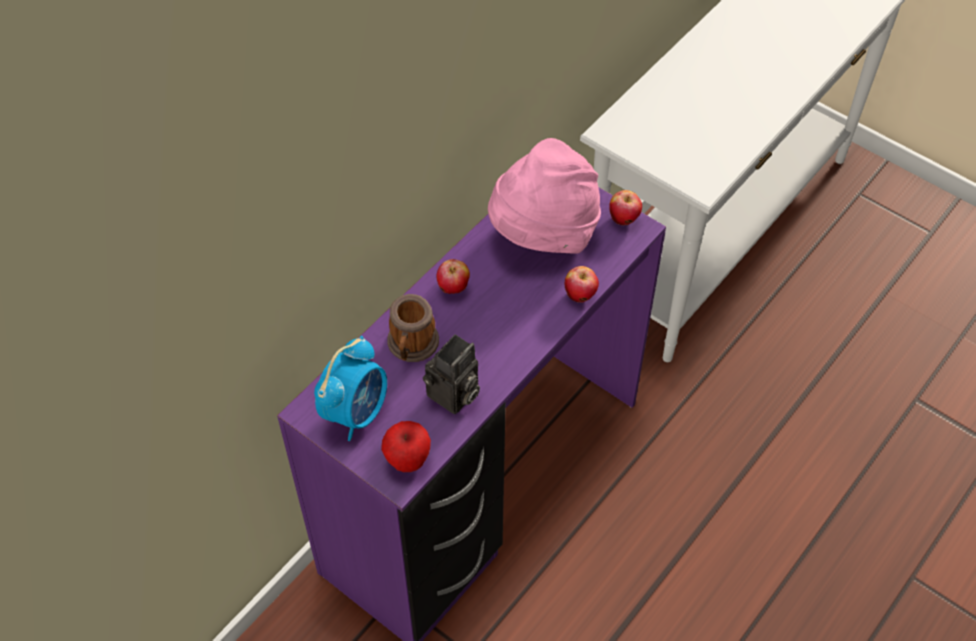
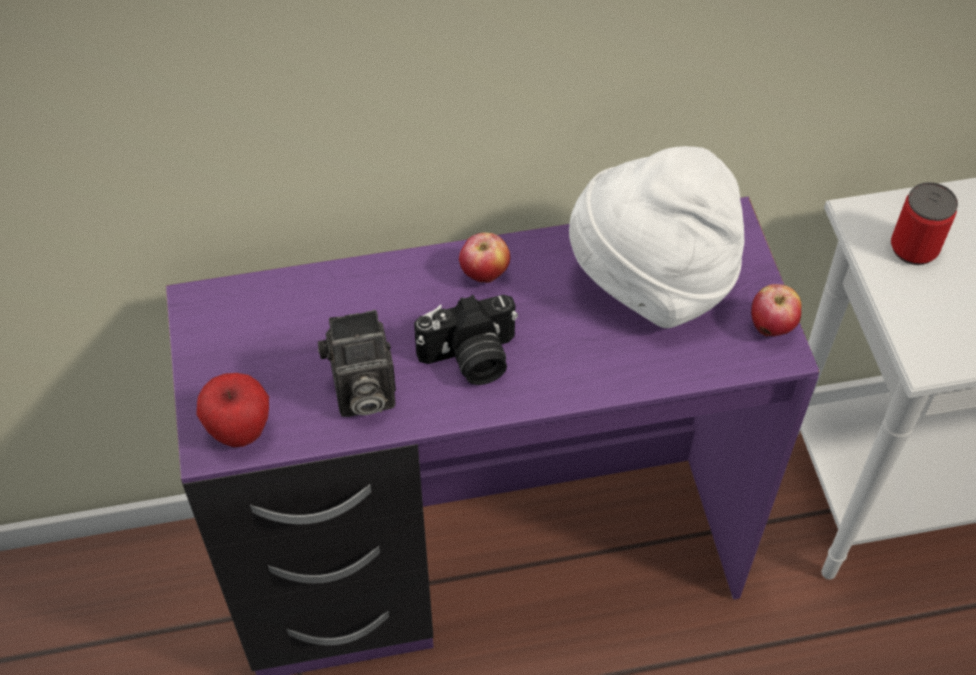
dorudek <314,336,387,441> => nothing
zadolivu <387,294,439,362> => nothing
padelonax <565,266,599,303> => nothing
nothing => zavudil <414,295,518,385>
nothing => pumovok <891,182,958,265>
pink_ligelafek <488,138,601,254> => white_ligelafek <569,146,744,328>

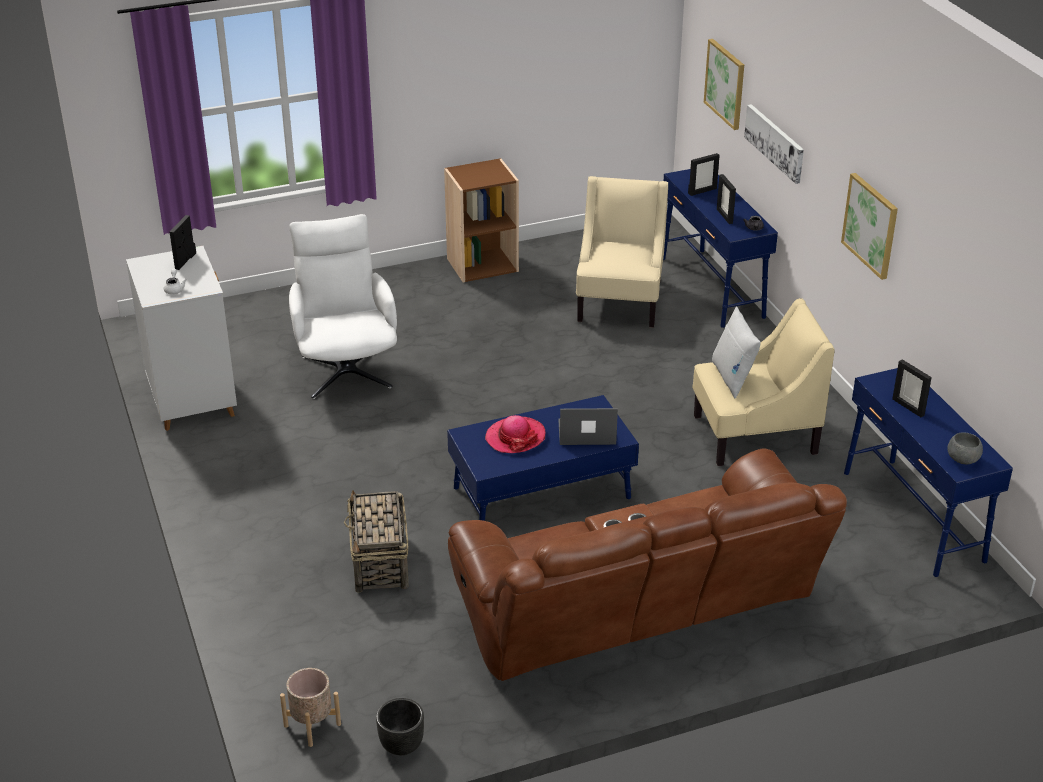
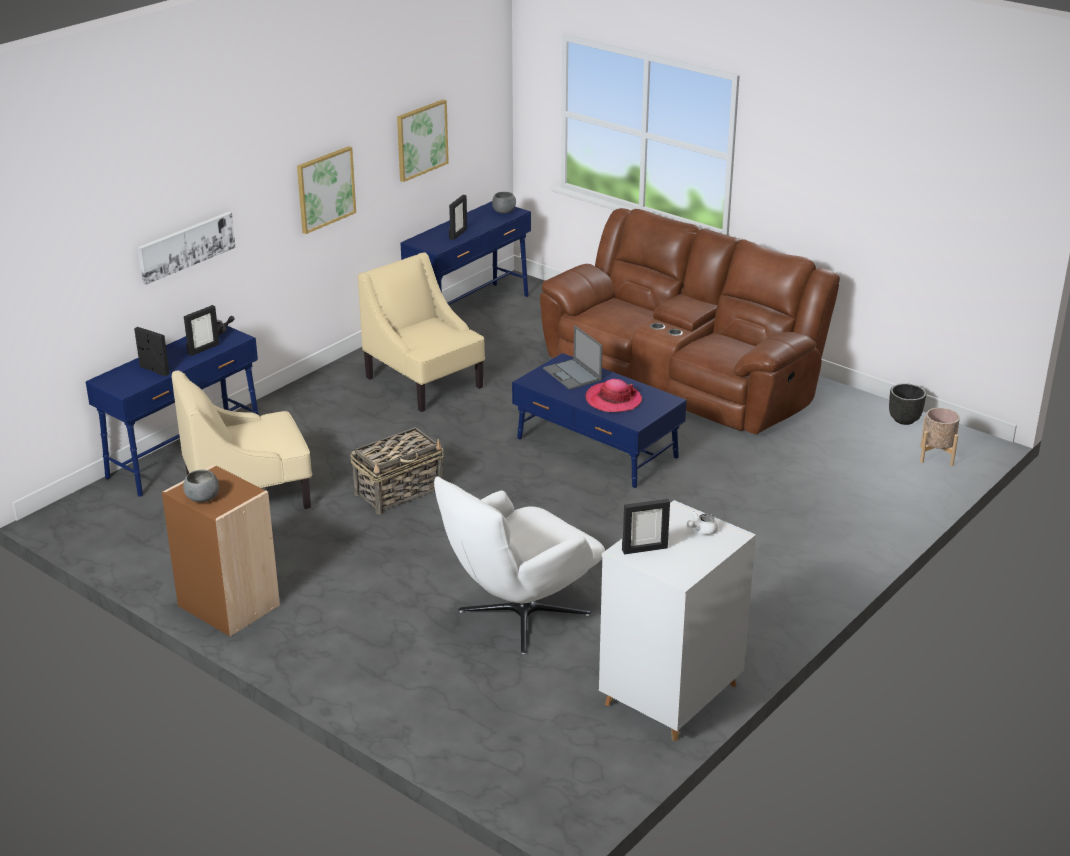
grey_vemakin <712,307,761,398> => nothing
nothing => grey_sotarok <183,470,219,502>
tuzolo <344,490,409,593> => tuzolo <350,427,444,514>, moved
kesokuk <704,39,744,130> => kesokuk <397,99,449,182>, moved

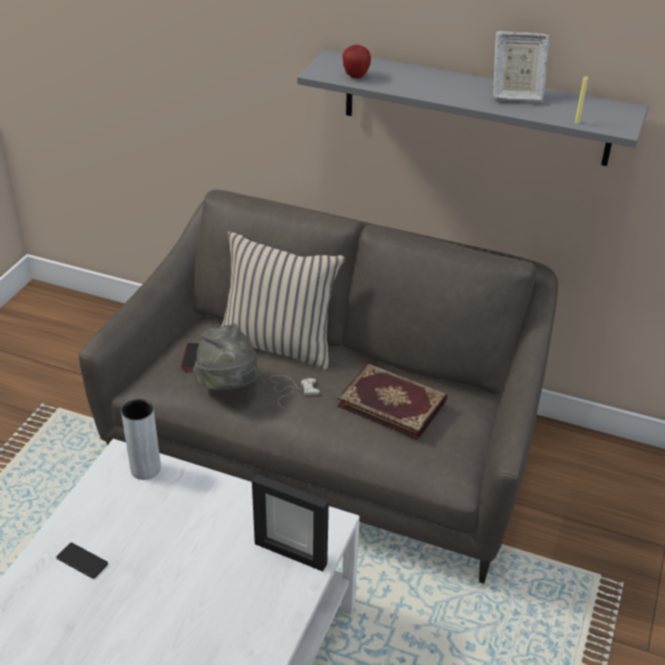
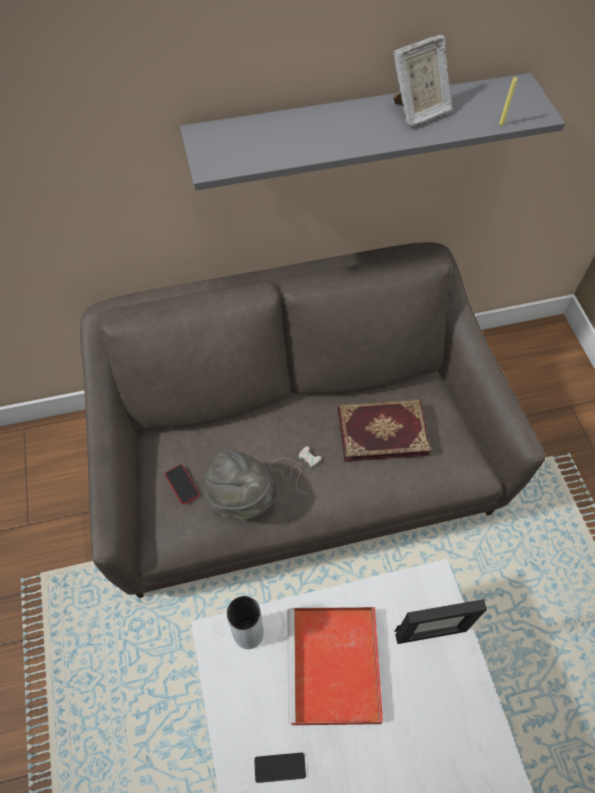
beige_vemakin <221,231,346,371> => nothing
padelonax <342,45,371,78> => nothing
nothing => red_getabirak <288,607,383,725>

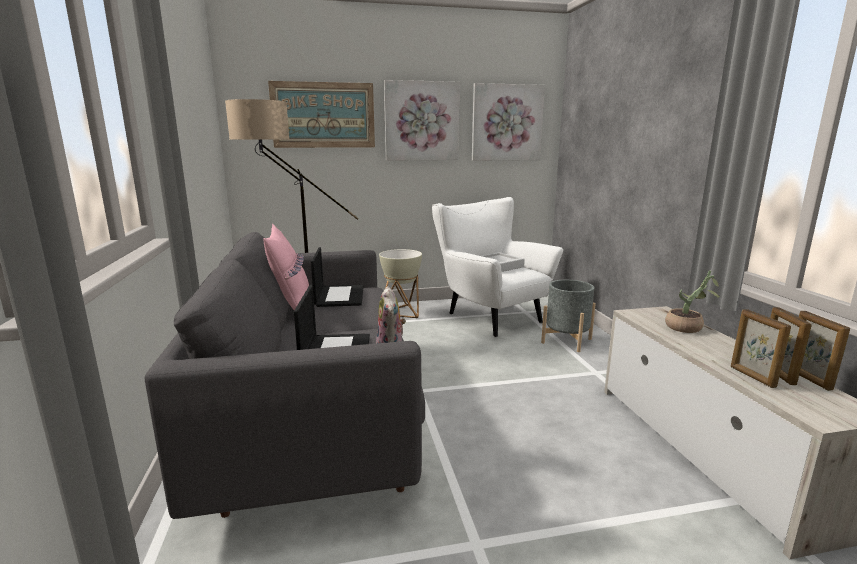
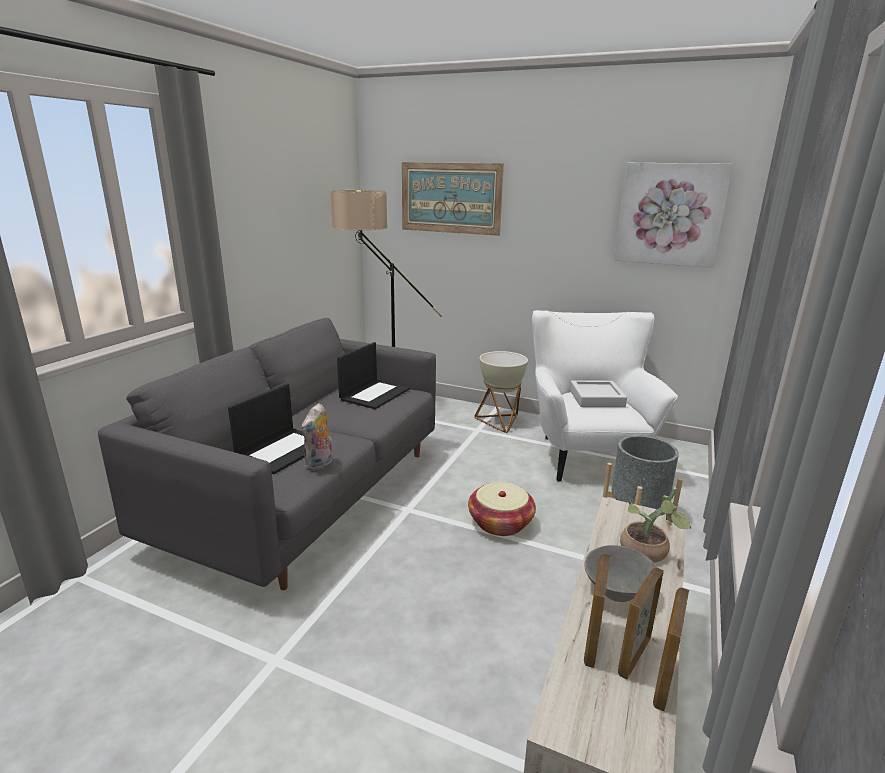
pink_vemakin <263,224,309,310> => nothing
kesokuk <384,80,460,161> => nothing
nothing => tuzolo <468,482,536,536>
nothing => grey_sotarok <584,545,656,602>

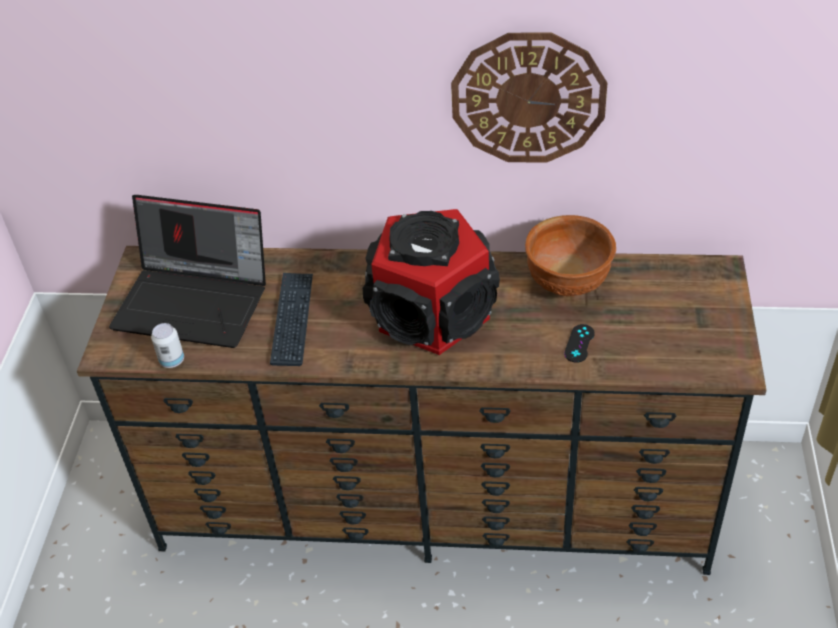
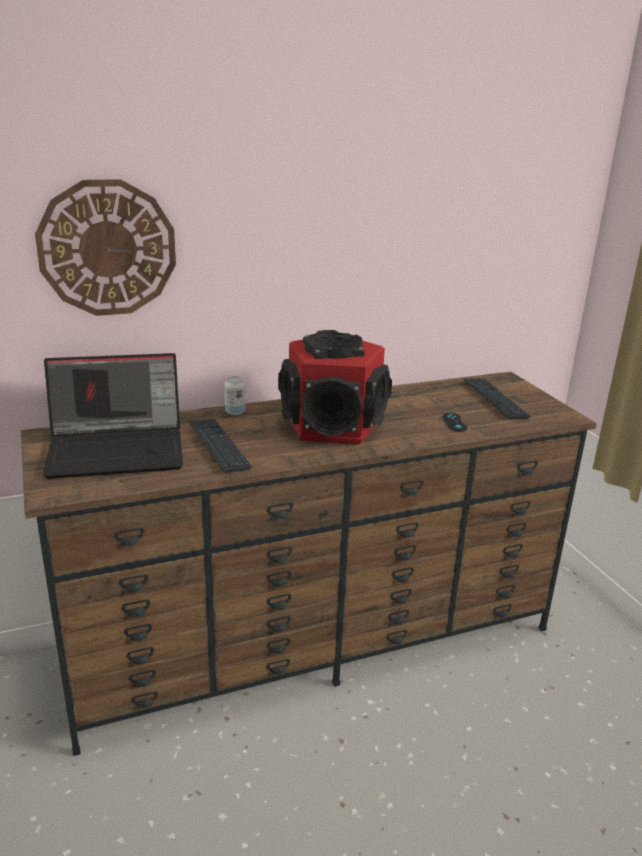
brown_sotarok <525,215,616,296> => nothing
nothing => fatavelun <464,378,530,419>
pumovok <151,323,184,368> => pumovok <225,376,246,415>, moved
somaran <451,33,607,163> => somaran <35,179,176,316>, moved

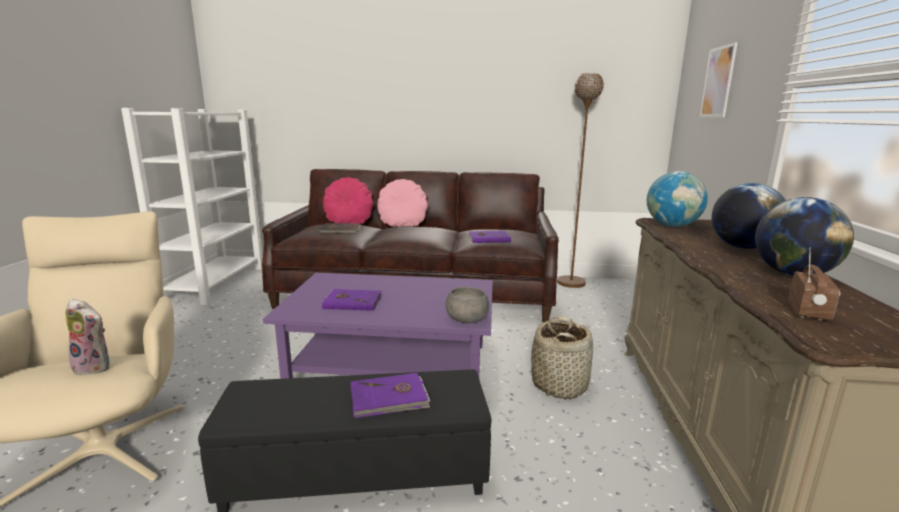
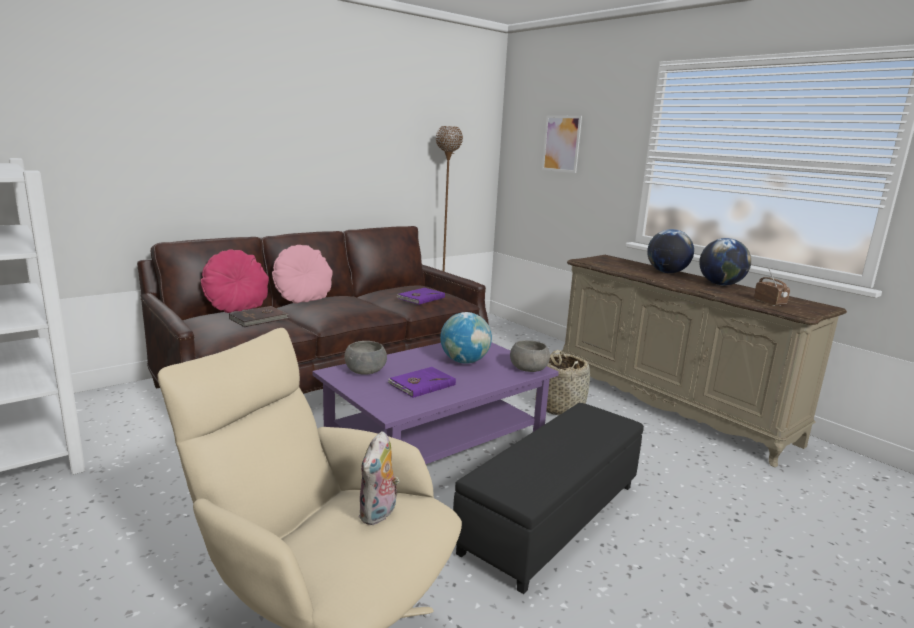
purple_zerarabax <351,373,430,419> => nothing
nothing => grey_sotarok <345,341,387,375>
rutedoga <647,171,708,227> => rutedoga <440,312,492,364>, moved
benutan <65,298,109,374> => benutan <359,431,400,525>, 135 degrees clockwise

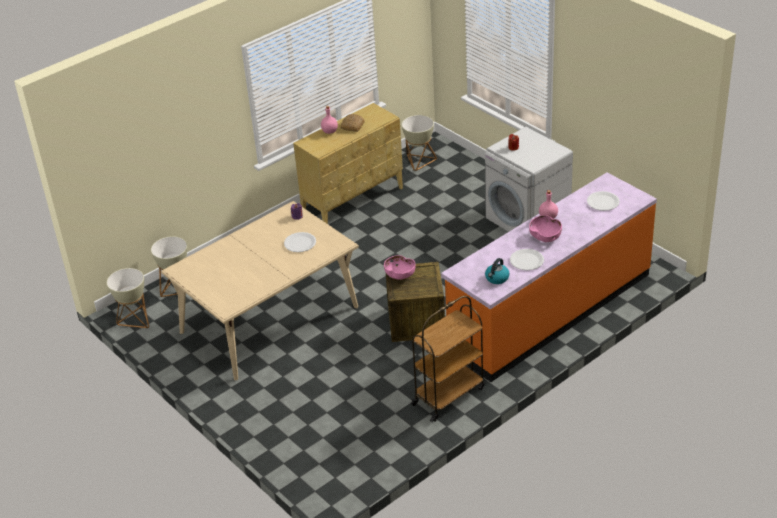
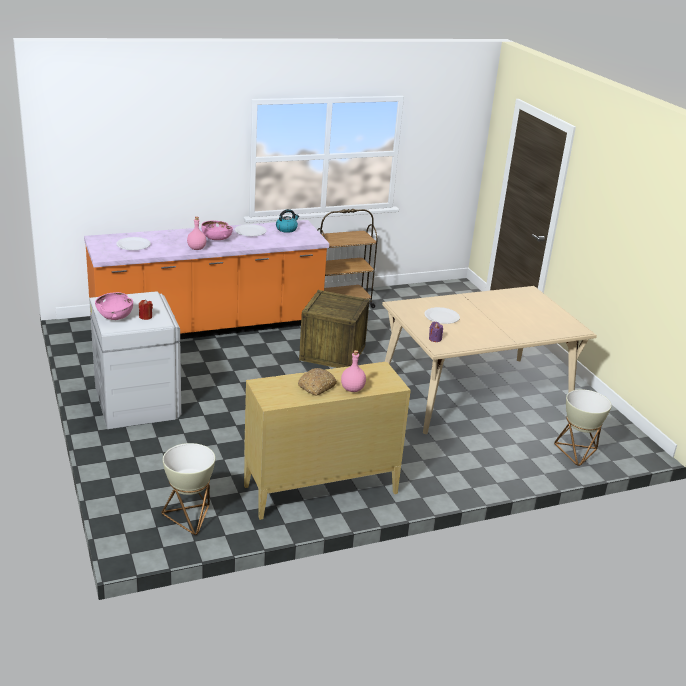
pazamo <107,268,149,328> => nothing
pink_sotarok <384,255,416,280> => pink_sotarok <95,292,133,320>, moved

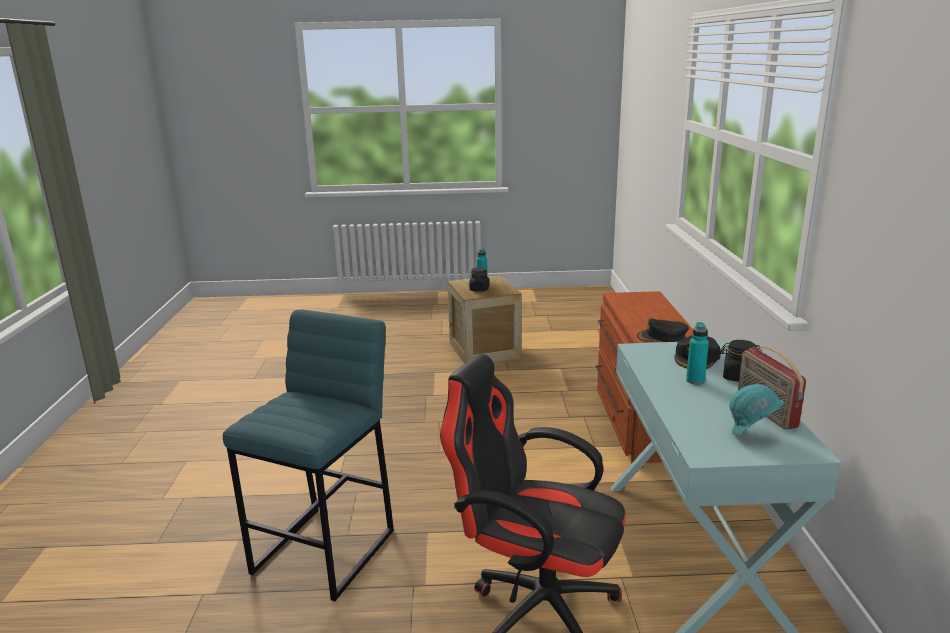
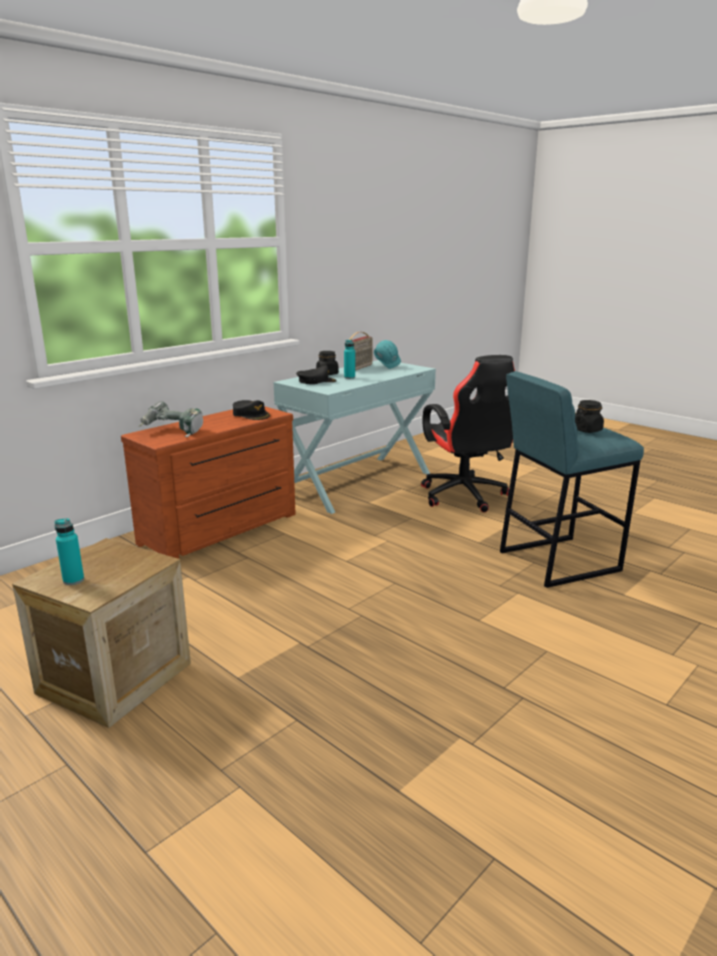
nothing => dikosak <139,401,203,437>
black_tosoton <469,267,489,291> => black_tosoton <575,400,604,433>, moved

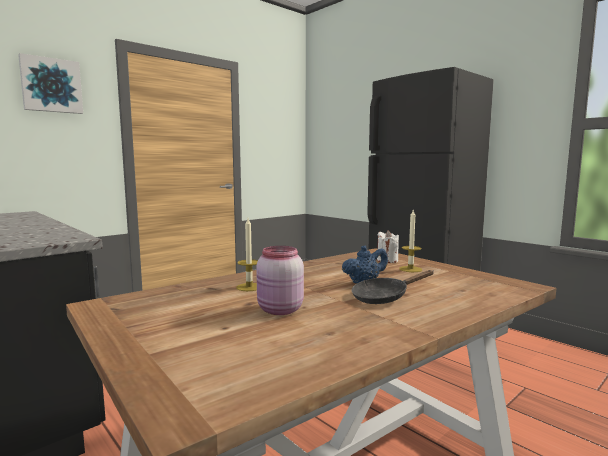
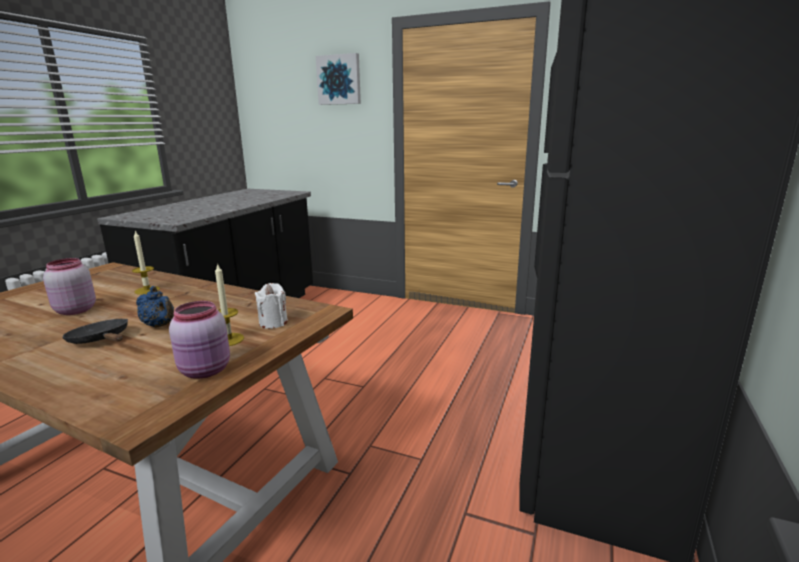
nothing => pink_tosoton <169,301,230,379>

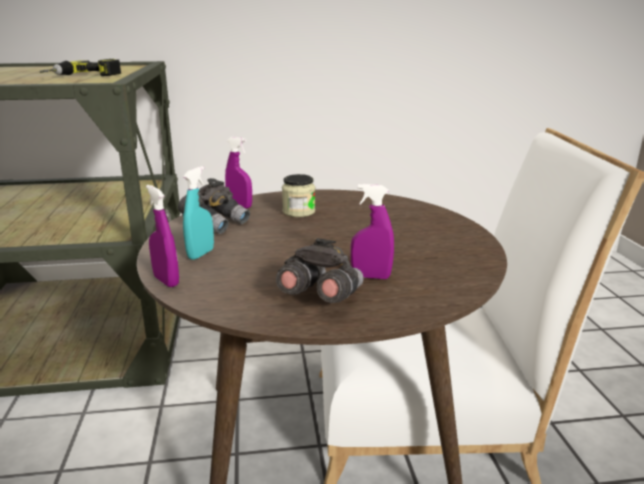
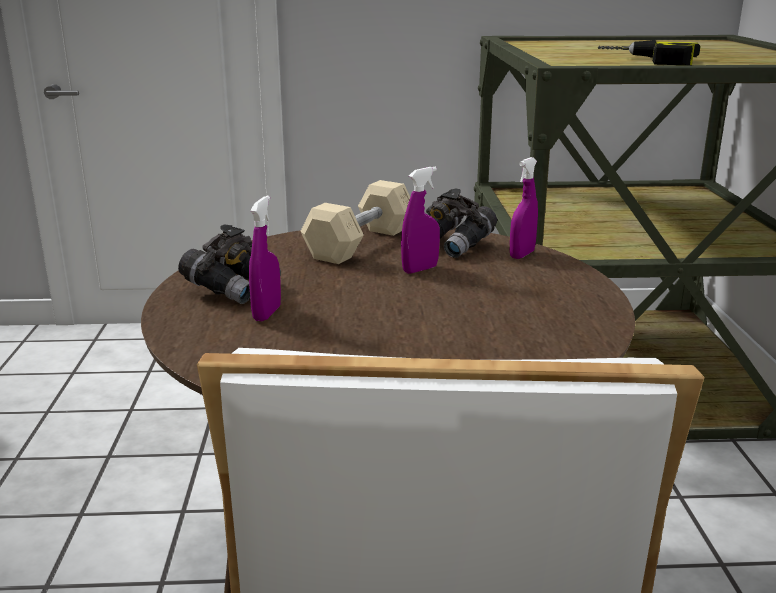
tosoton <282,174,316,217> => nothing
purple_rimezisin <146,185,179,287> => purple_rimezisin <401,167,440,274>, moved
turquoise_rimezisin <183,166,214,260> => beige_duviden <300,180,410,264>

